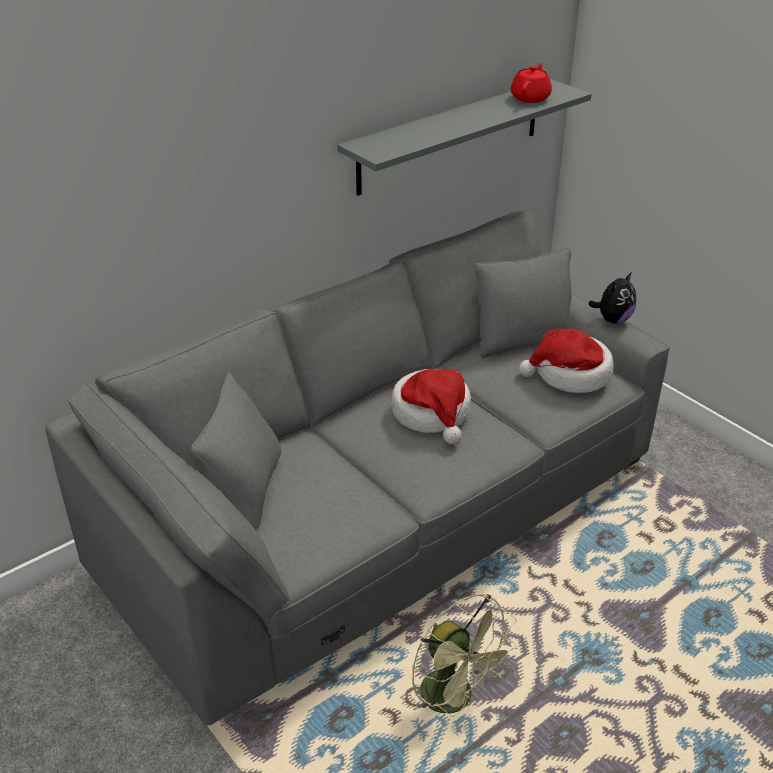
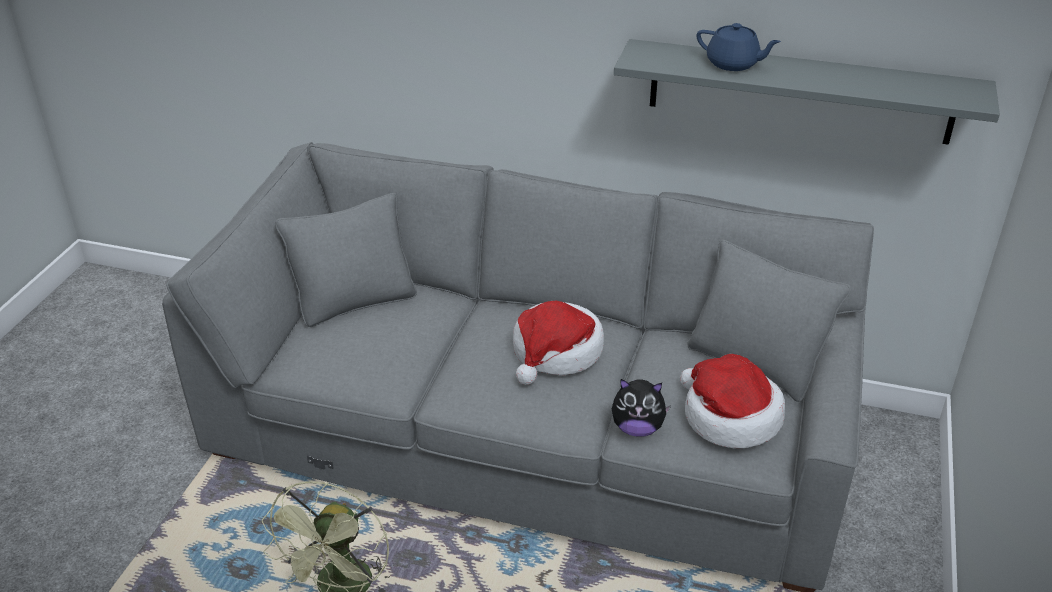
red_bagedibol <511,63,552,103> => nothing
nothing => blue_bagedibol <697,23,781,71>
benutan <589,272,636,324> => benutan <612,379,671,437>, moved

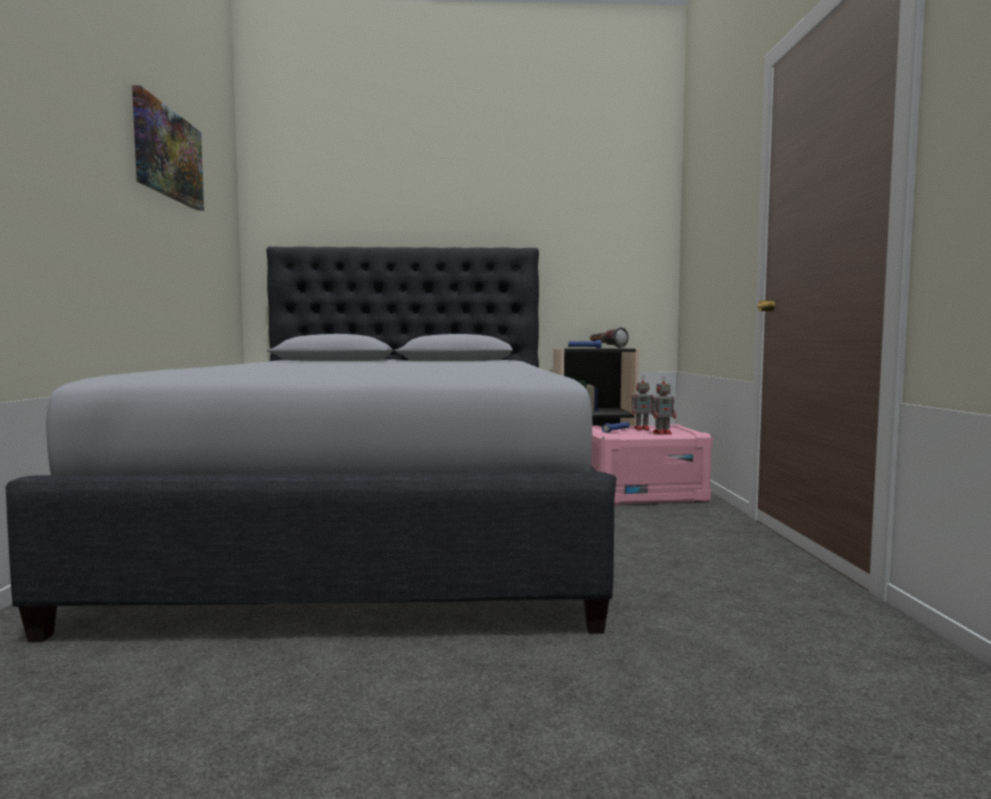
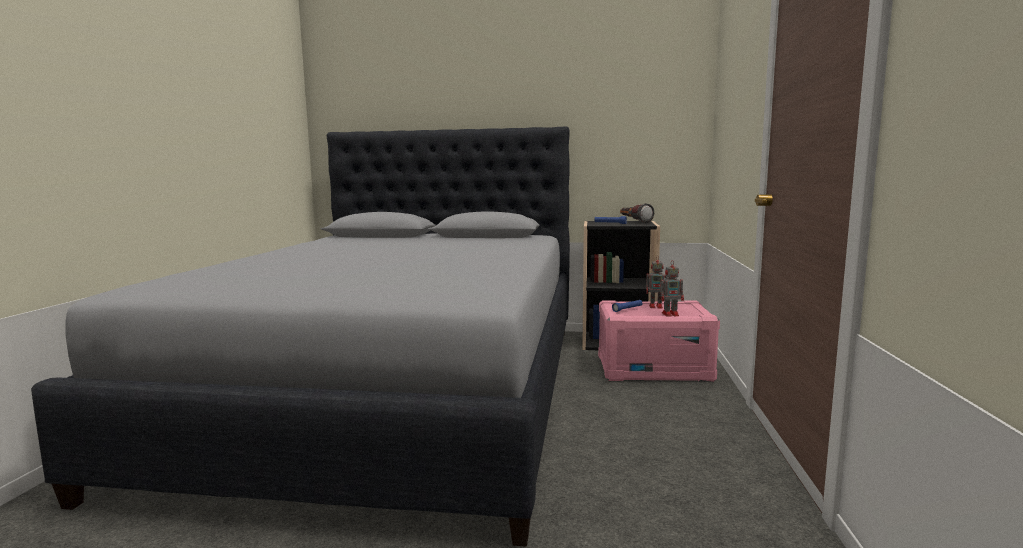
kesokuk <132,85,204,211> => nothing

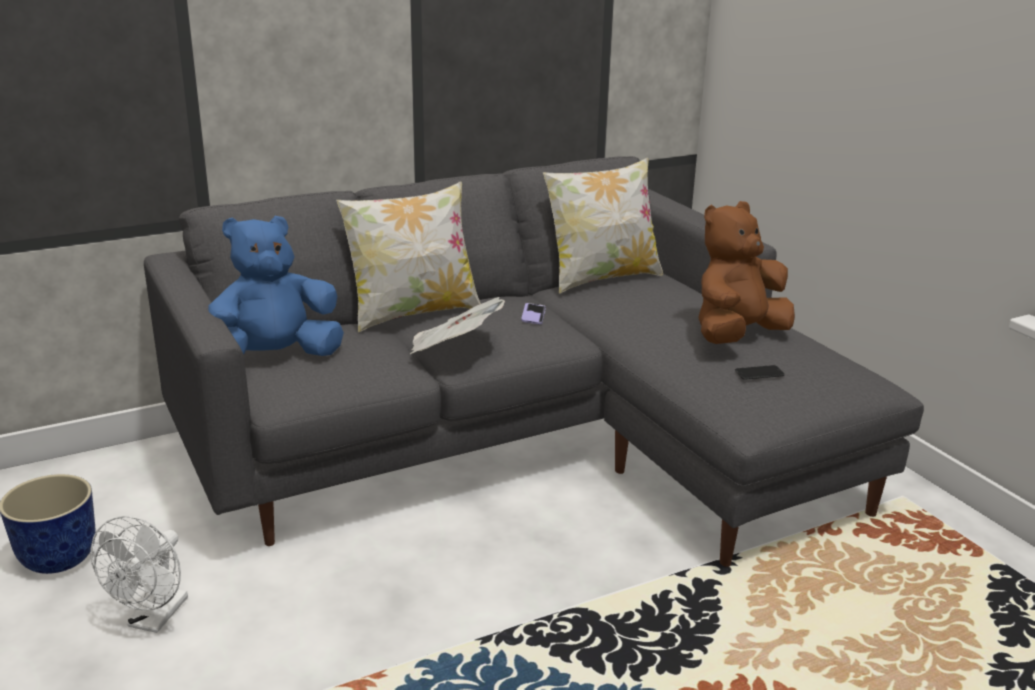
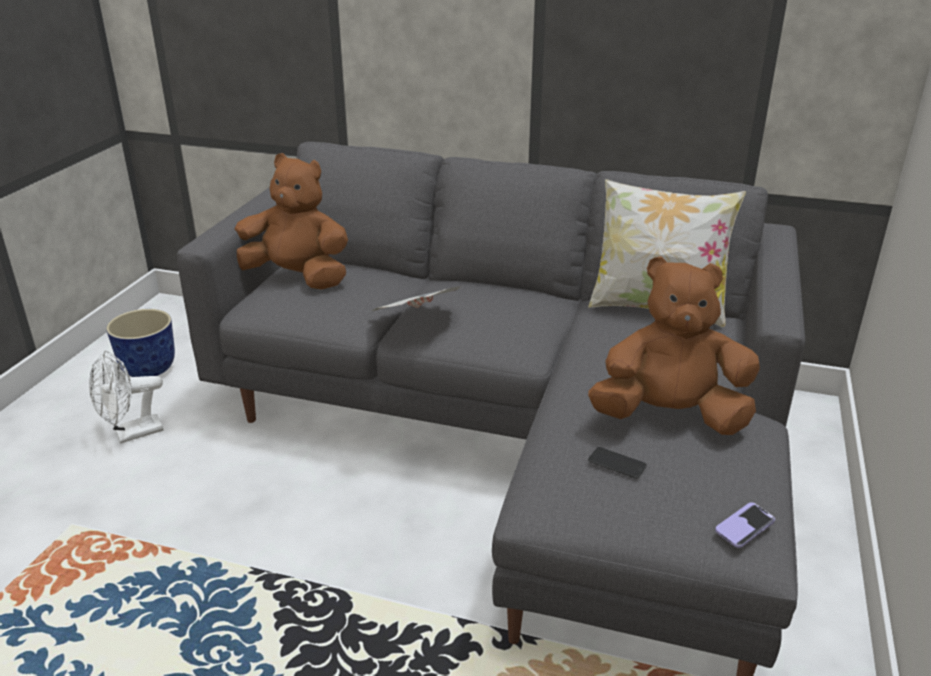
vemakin <336,182,481,332> => nothing
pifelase <521,303,546,324> => pifelase <715,502,775,548>, moved
blue_benutan <208,216,344,356> => brown_benutan <234,153,348,290>

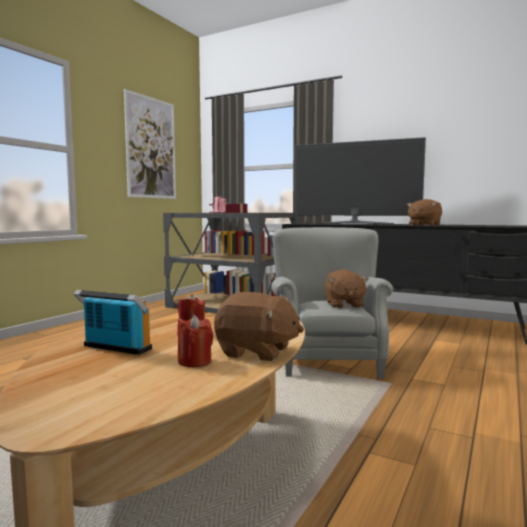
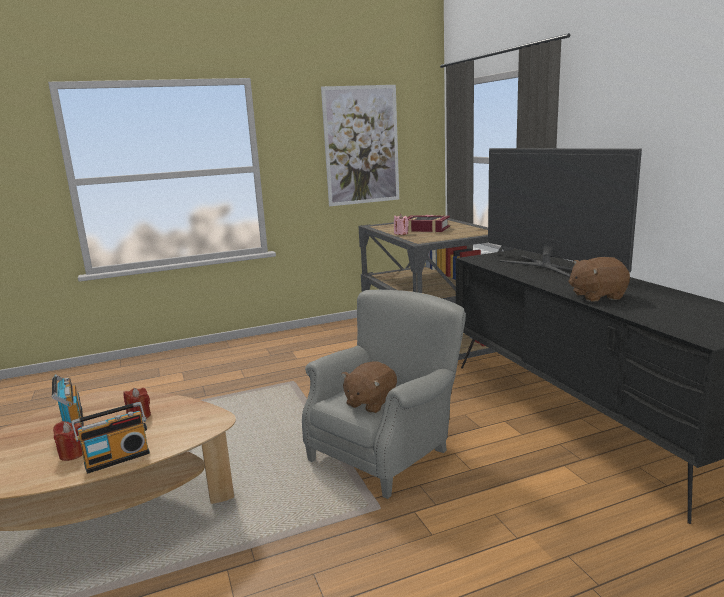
brown_benutan <214,292,304,361> => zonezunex <72,402,150,474>

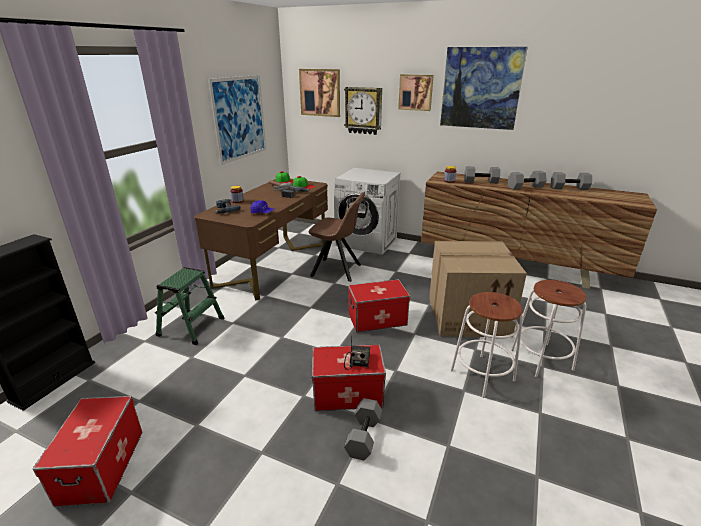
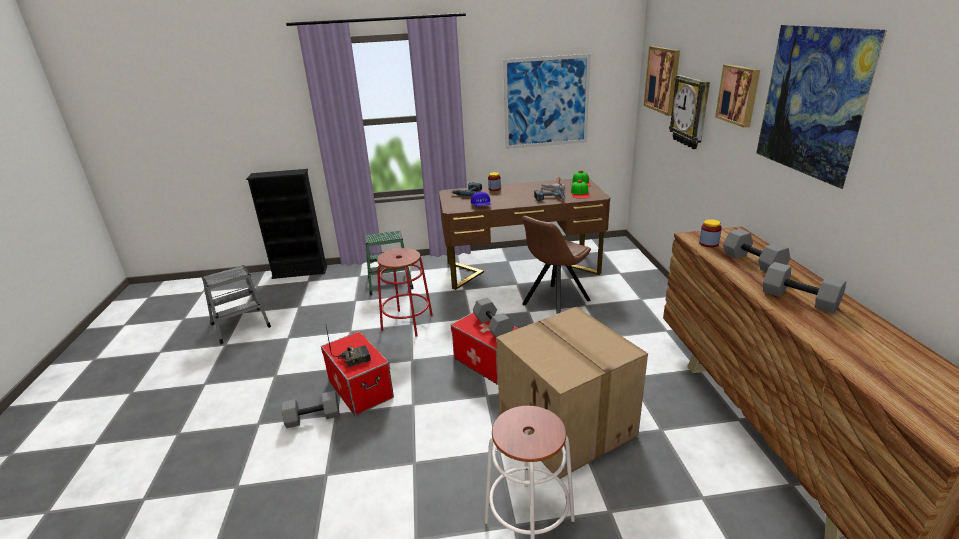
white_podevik <334,168,401,255> => nothing
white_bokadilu <451,292,523,398> => nothing
nothing => red_bokadilu <377,248,433,337>
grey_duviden <551,172,592,190> => grey_duviden <472,298,514,337>, moved
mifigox <33,396,142,507> => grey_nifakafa <201,265,271,344>
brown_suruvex <308,193,365,282> => brown_suruvex <522,216,591,314>, 60 degrees clockwise

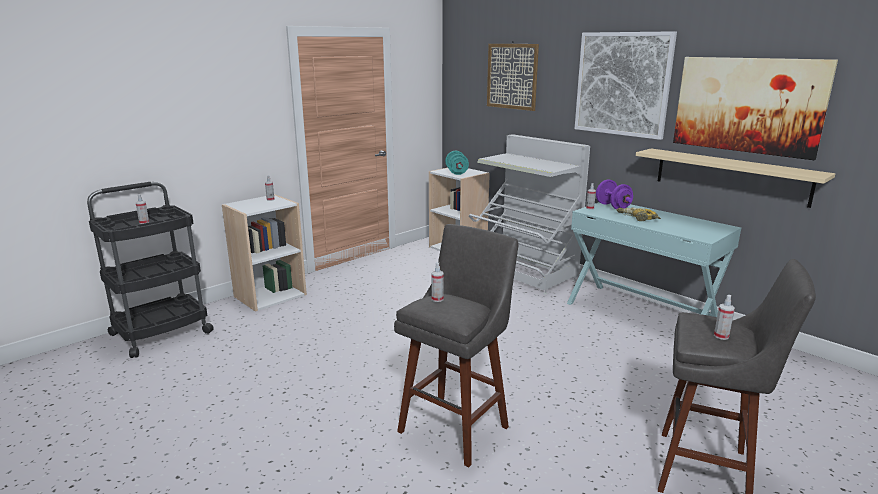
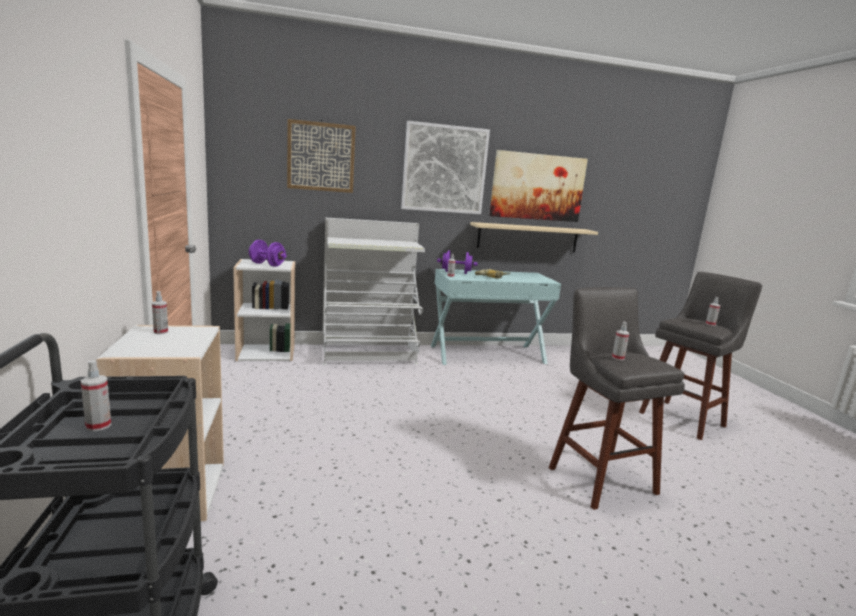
turquoise_duviden <445,151,469,175> => purple_duviden <249,240,287,267>

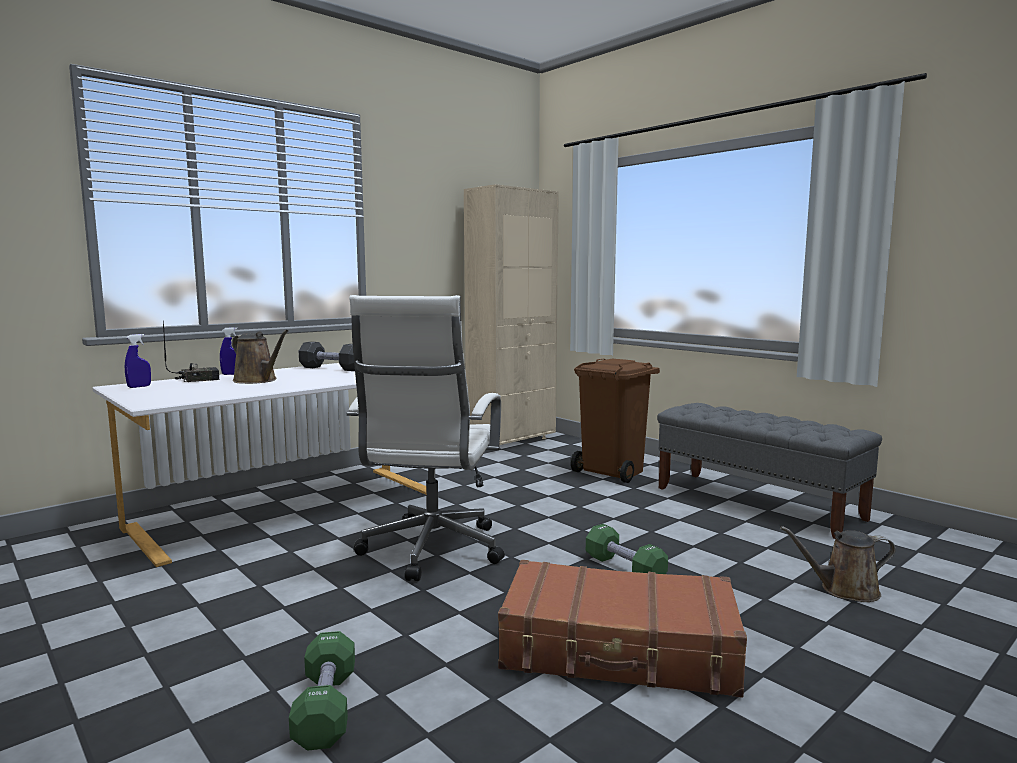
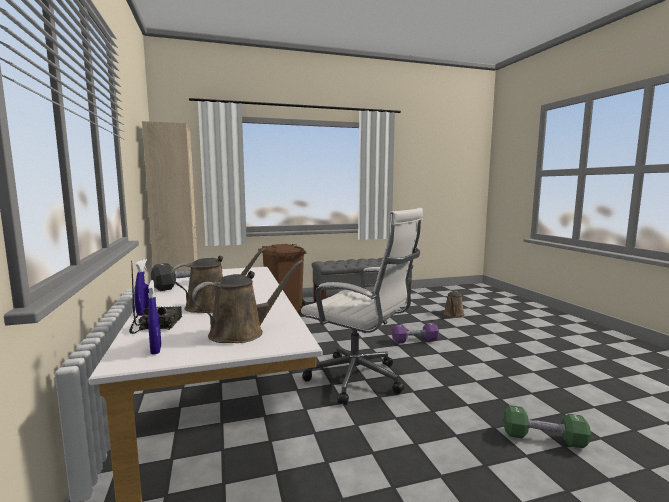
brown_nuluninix <498,560,747,698> => nothing
nothing => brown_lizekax <192,260,303,343>
green_duviden <586,524,668,574> => purple_duviden <392,322,439,344>

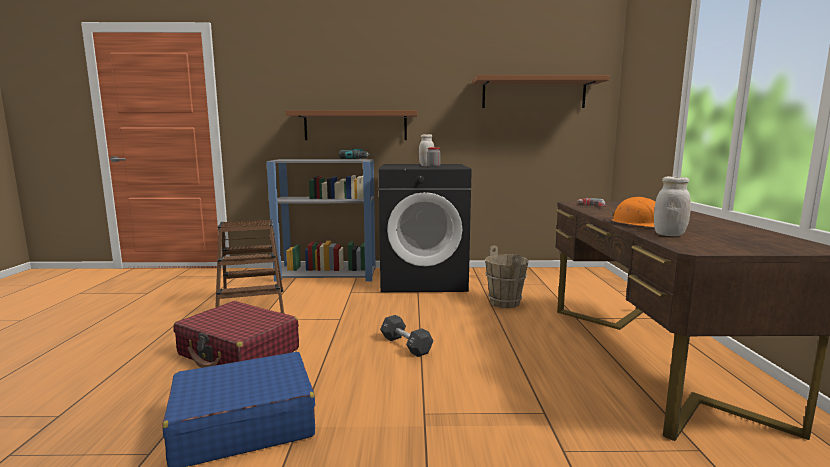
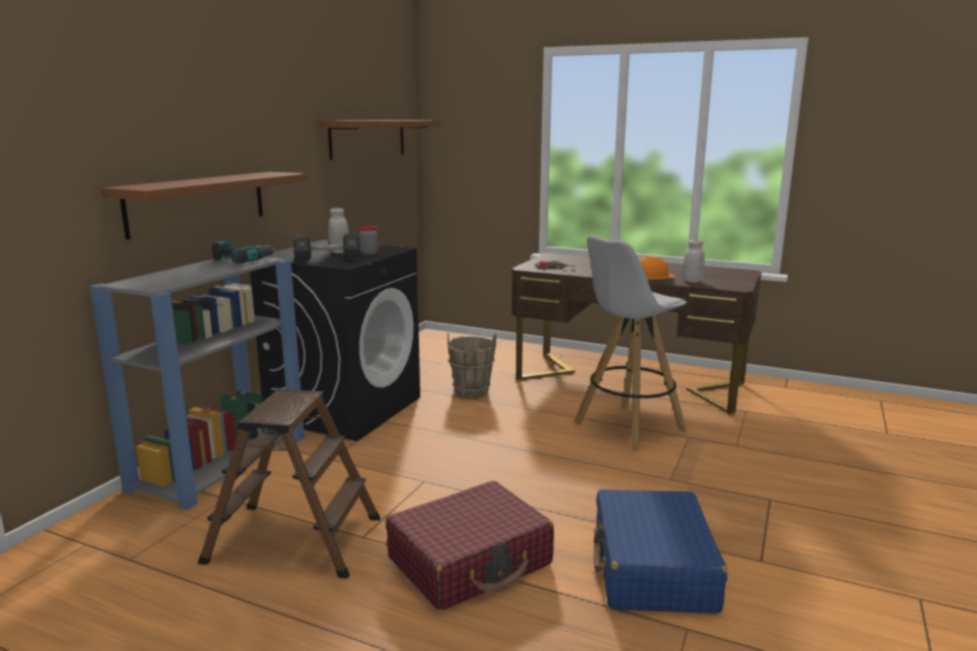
nothing => white_bokadilu <574,236,687,451>
black_duviden <380,315,434,357> => black_duviden <293,233,360,262>, moved

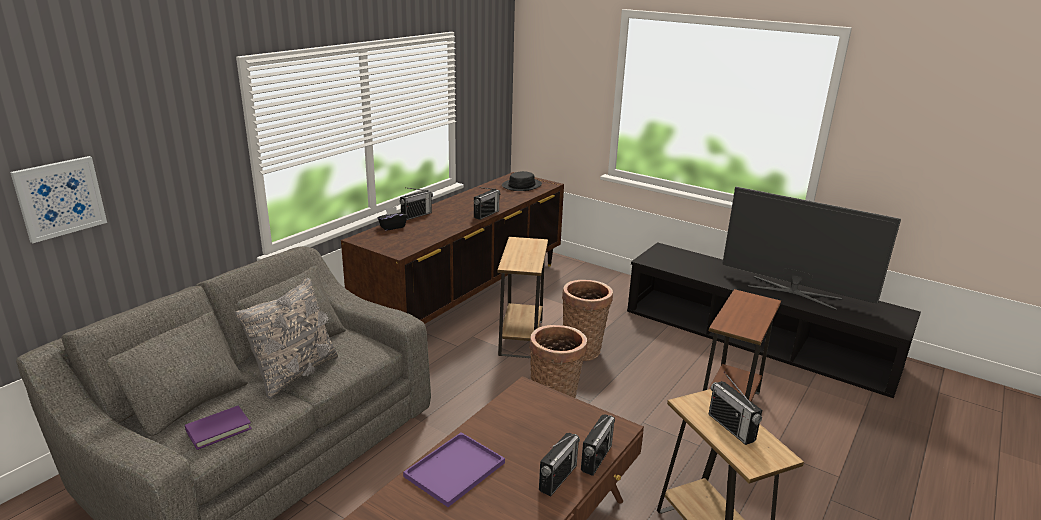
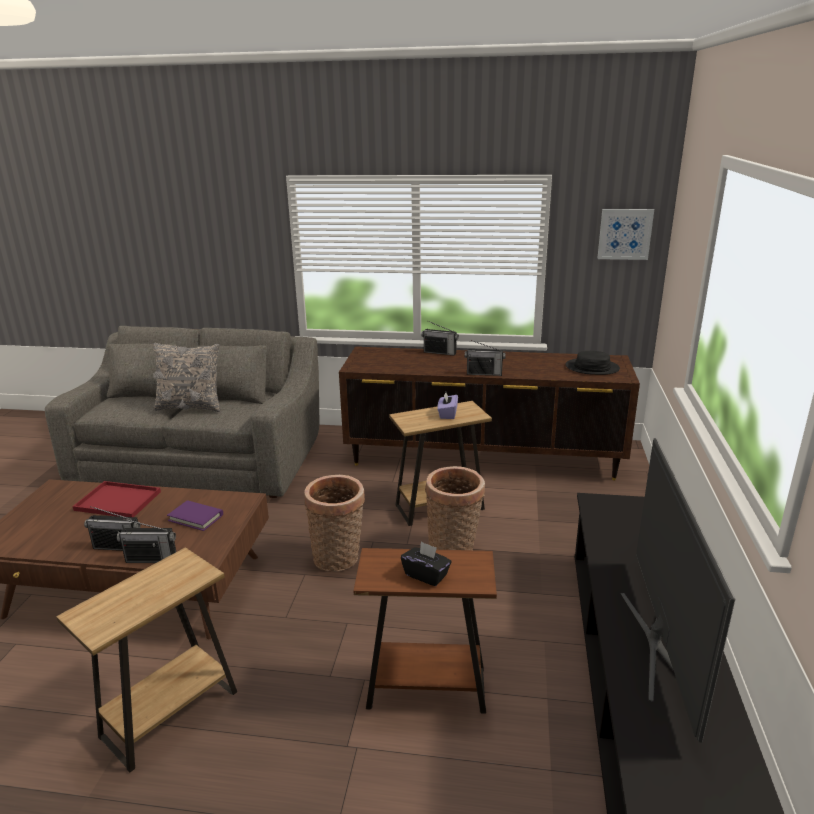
zonezunex <709,372,762,445> => nothing
nothing => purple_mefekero <437,392,458,419>
kesokuk <10,156,107,243> => kesokuk <597,209,654,260>, moved
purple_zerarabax <185,406,252,450> => purple_zerarabax <167,500,223,531>, moved
black_mefekero <377,207,407,231> => black_mefekero <401,541,451,586>, moved
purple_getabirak <403,432,505,507> => red_getabirak <73,481,161,517>

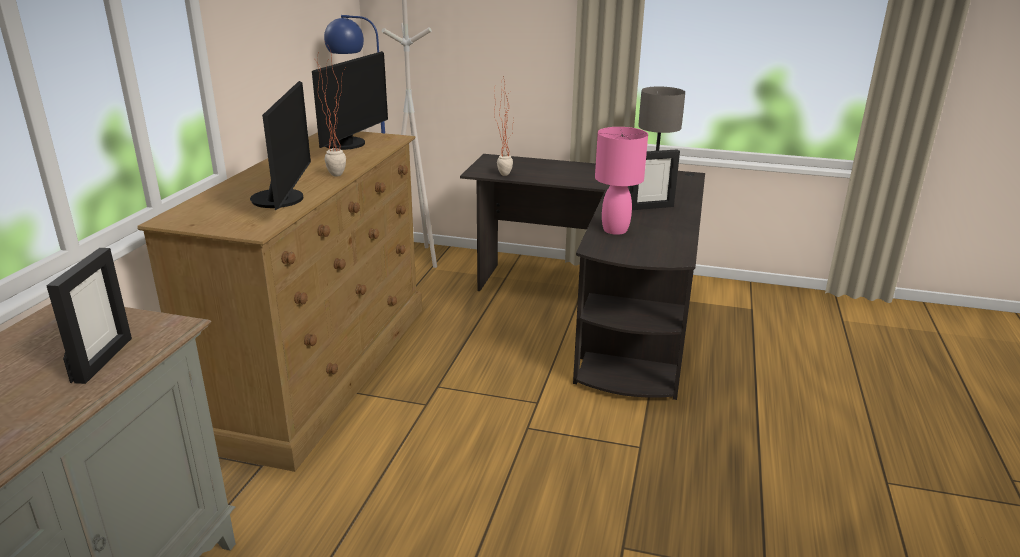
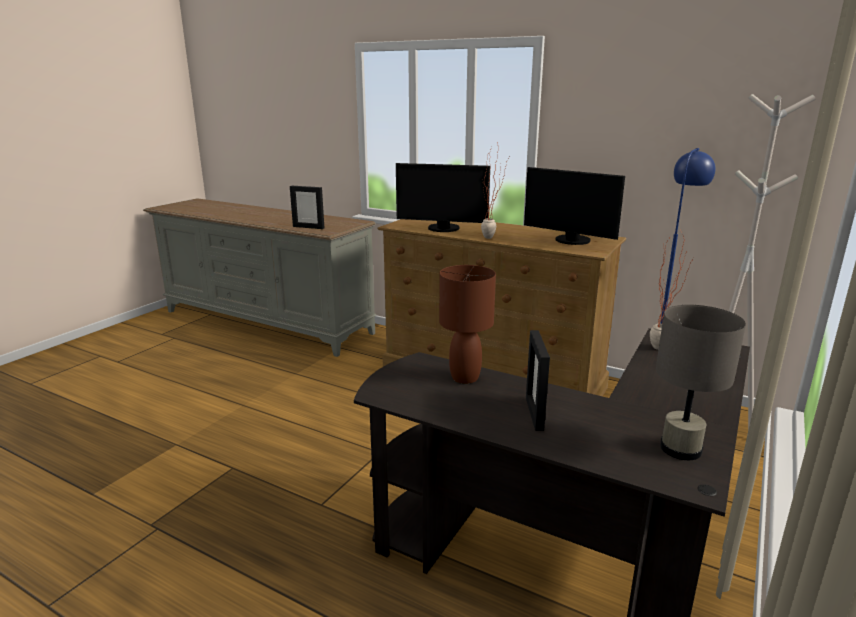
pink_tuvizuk <595,127,648,235> => brown_tuvizuk <439,265,496,384>

